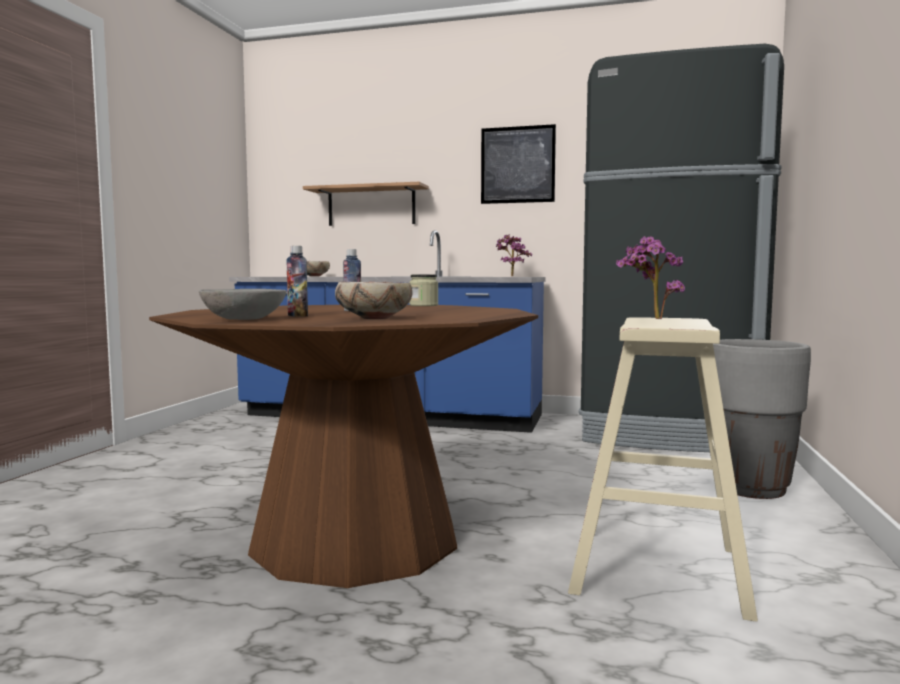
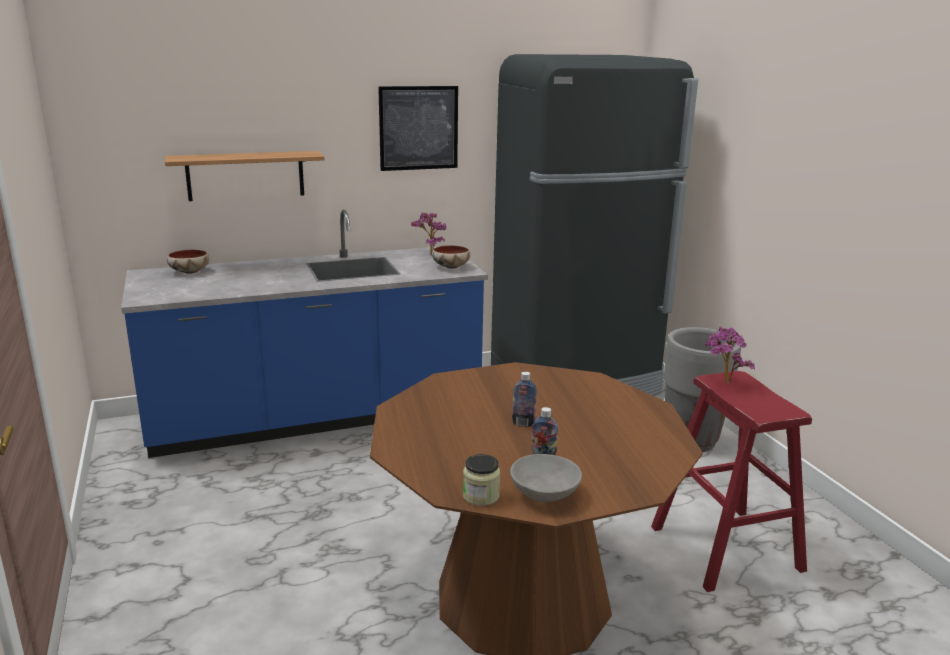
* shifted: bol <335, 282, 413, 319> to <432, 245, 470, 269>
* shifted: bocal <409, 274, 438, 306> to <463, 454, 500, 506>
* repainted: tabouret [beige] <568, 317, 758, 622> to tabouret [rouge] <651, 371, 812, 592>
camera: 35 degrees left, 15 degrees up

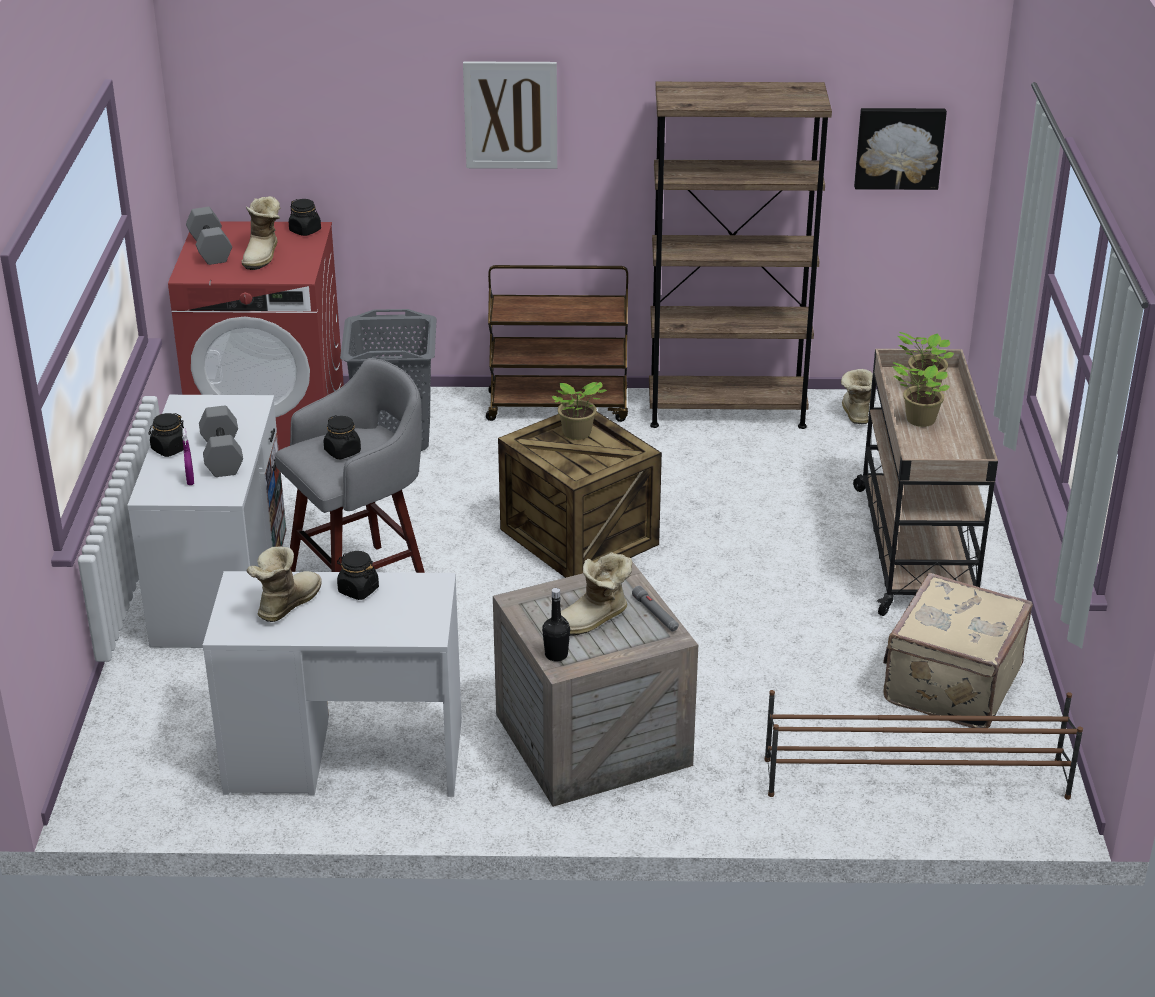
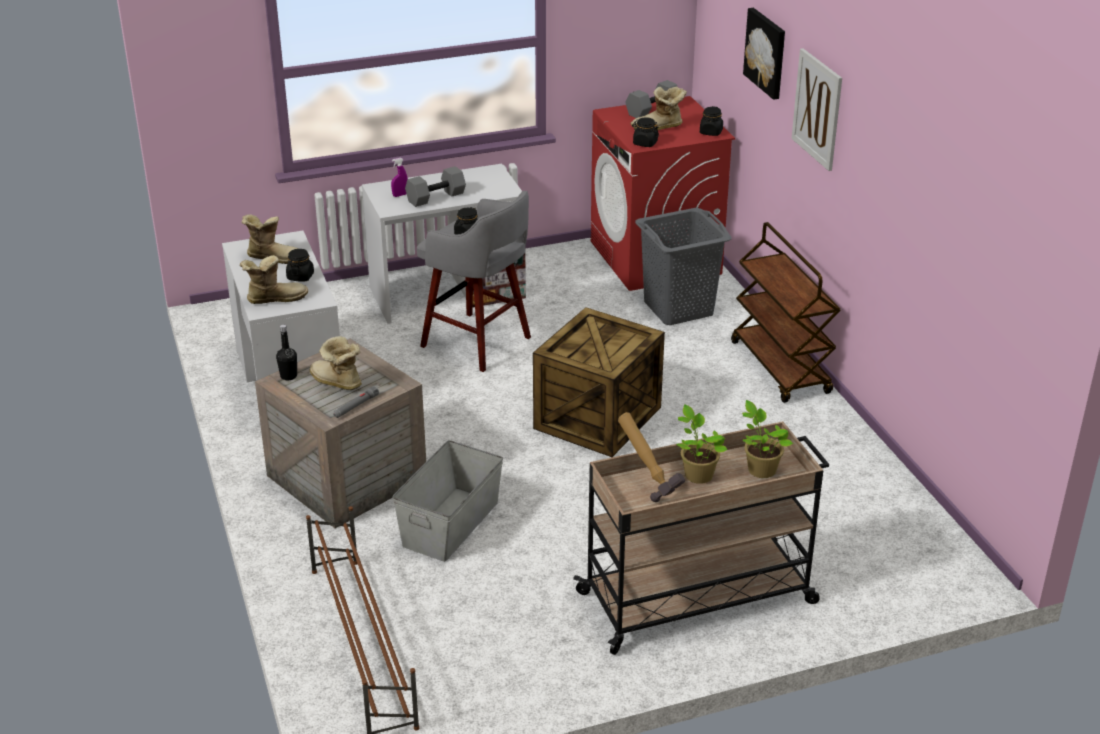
* shifted: bocal [noir] <148, 413, 184, 457> to <632, 117, 659, 147>
* gone: plante en pot <552, 382, 607, 440>
* gone: bibliothèque [marron] <649, 82, 832, 429>
* shifted: botte <841, 369, 873, 424> to <240, 255, 308, 304>
* shifted: tableau <854, 108, 947, 190> to <743, 8, 785, 100>
* gone: valise [beige] <883, 573, 1033, 728>
* new: boîte de rangement [gris] <392, 440, 503, 562>
* new: marteau <618, 412, 685, 502>
camera: 70 degrees right, 0 degrees up

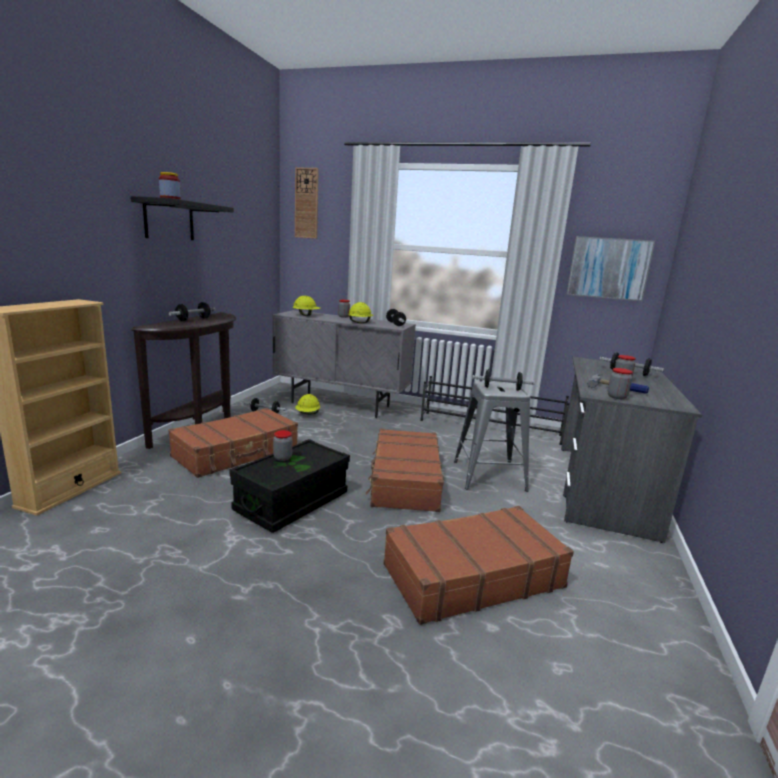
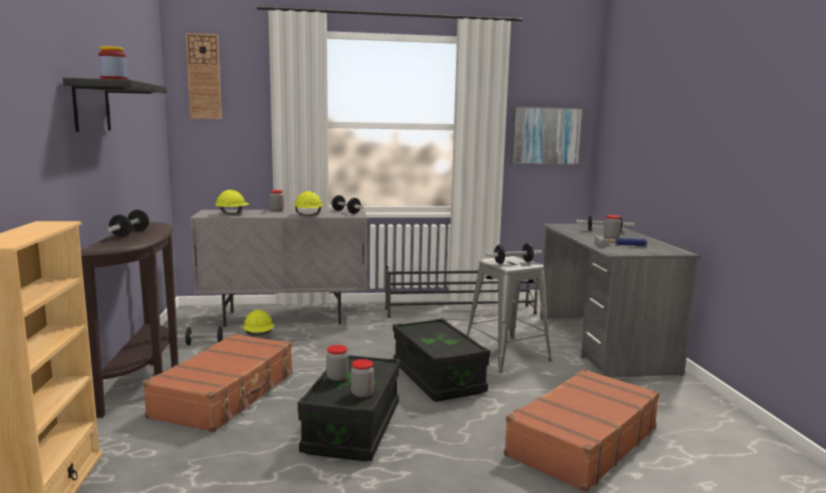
* swapped: valise [marron] <366, 429, 444, 512> to boîte de rangement [noir] <393, 318, 490, 402>
* shifted: bocal <608, 368, 633, 399> to <351, 359, 374, 398>
camera: 25 degrees left, 5 degrees down

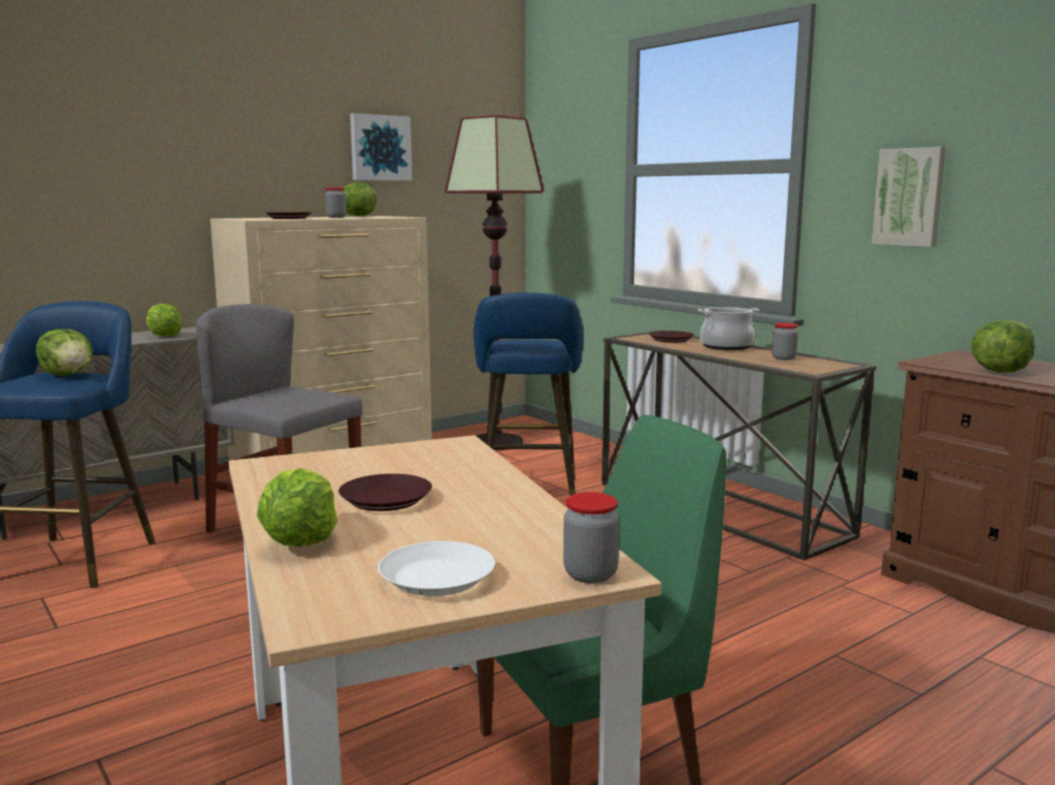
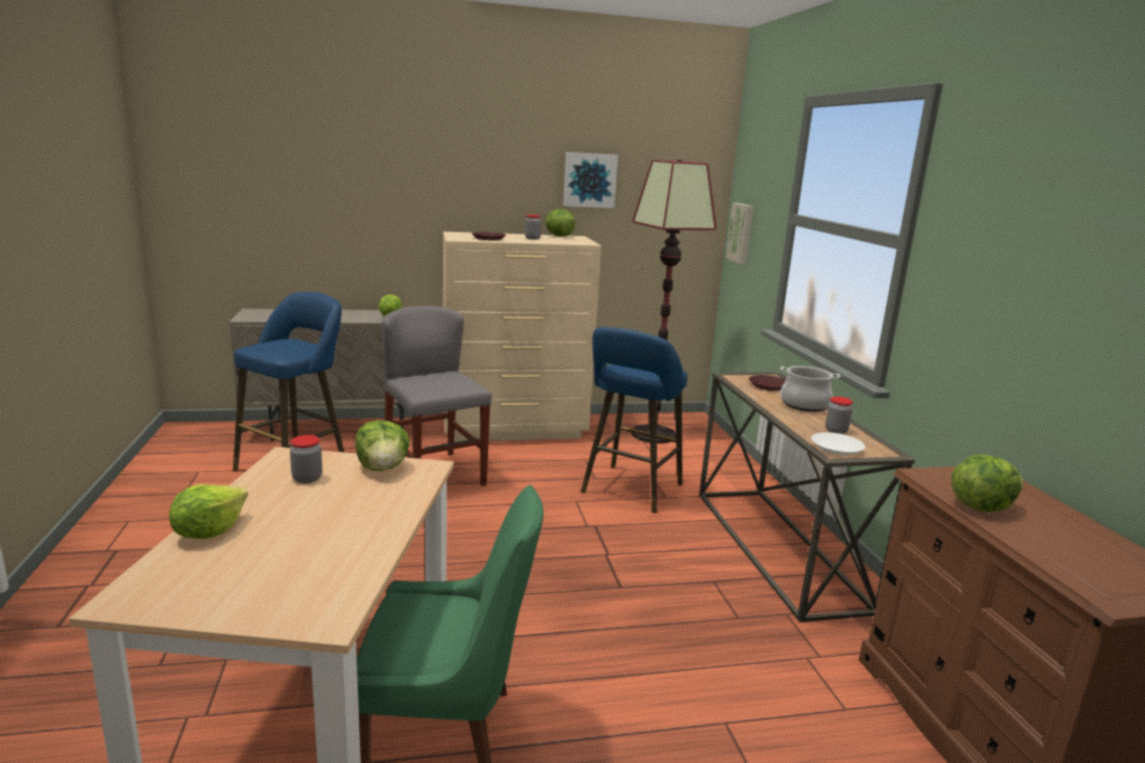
* shifted: laitue <36, 329, 93, 376> to <355, 420, 410, 471>
* gone: assiette [marron] <339, 474, 432, 511>
* shifted: assiette [blanc] <378, 541, 495, 596> to <811, 432, 865, 456>
* shifted: bocal <563, 492, 620, 583> to <290, 435, 322, 483>
* shifted: tableau <871, 147, 946, 247> to <726, 203, 753, 264>
camera: 25 degrees right, 5 degrees up

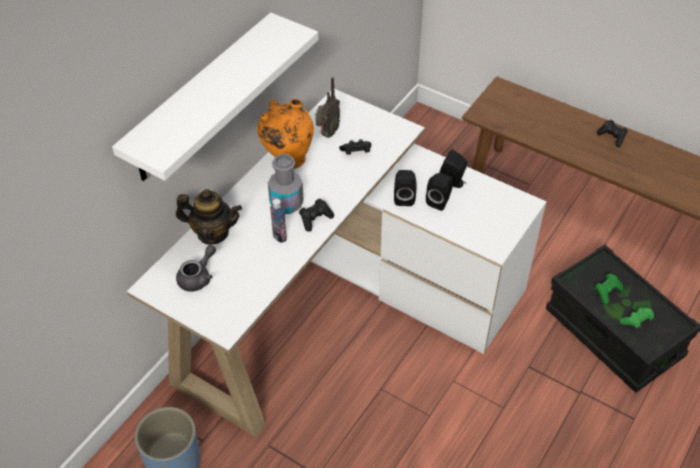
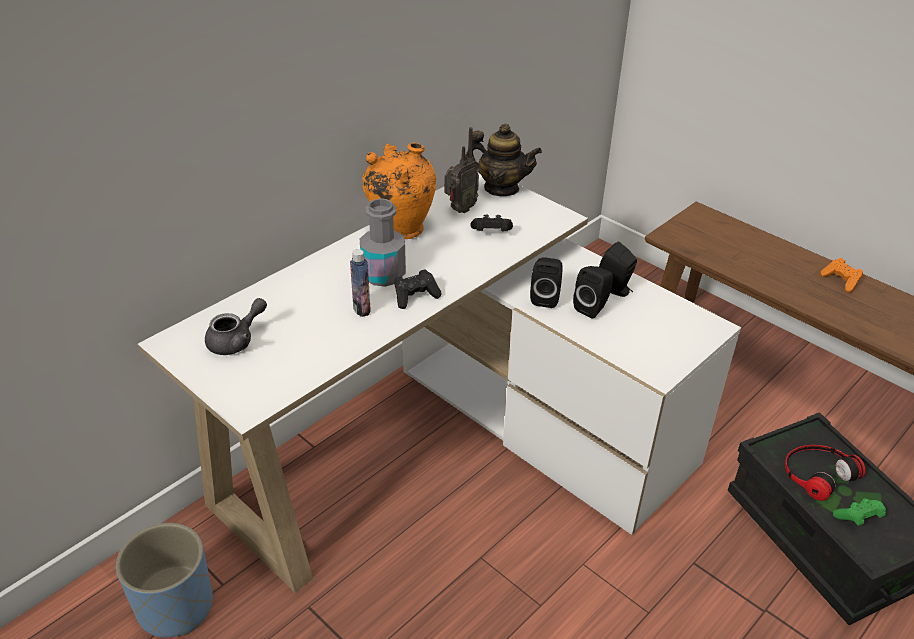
* gone: étagère [blanc] <112, 12, 318, 181>
* shifted: théière <176, 189, 242, 245> to <465, 124, 542, 196>
* swapped: manette [vert] <595, 273, 623, 304> to casque audio <785, 445, 866, 501>
* repainted: manette [noir] <597, 120, 628, 147> to manette [orange] <821, 258, 863, 293>
camera: 10 degrees right, 10 degrees down

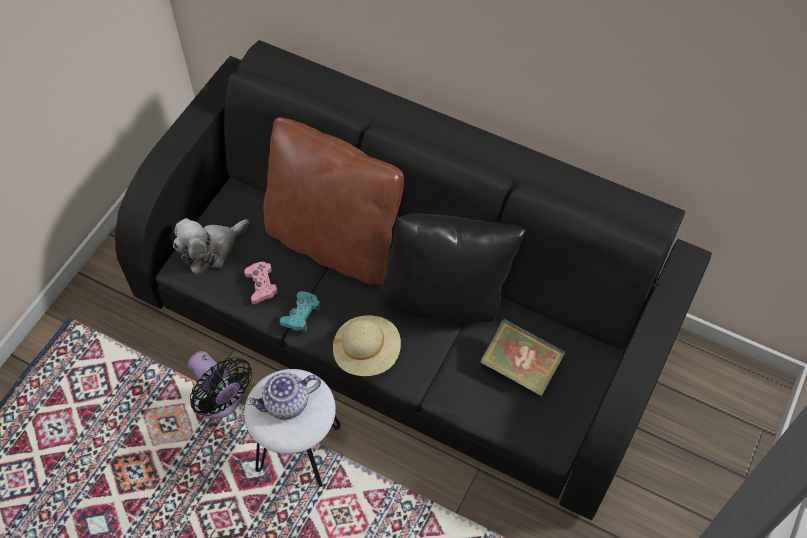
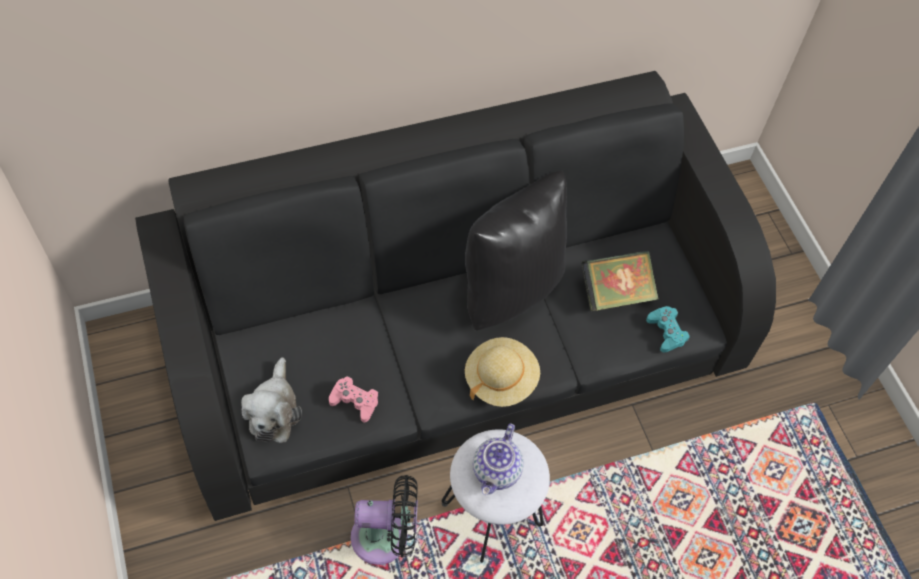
* gone: coussin [marron] <263, 117, 404, 285>
* shifted: manette [turquoise] <280, 291, 321, 332> to <646, 306, 690, 352>
camera: 50 degrees left, 0 degrees up

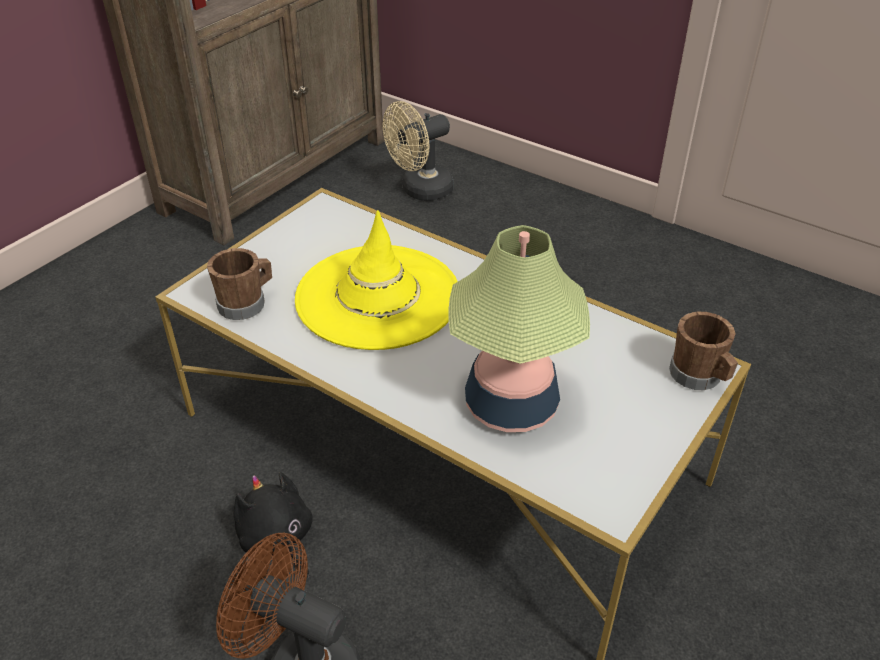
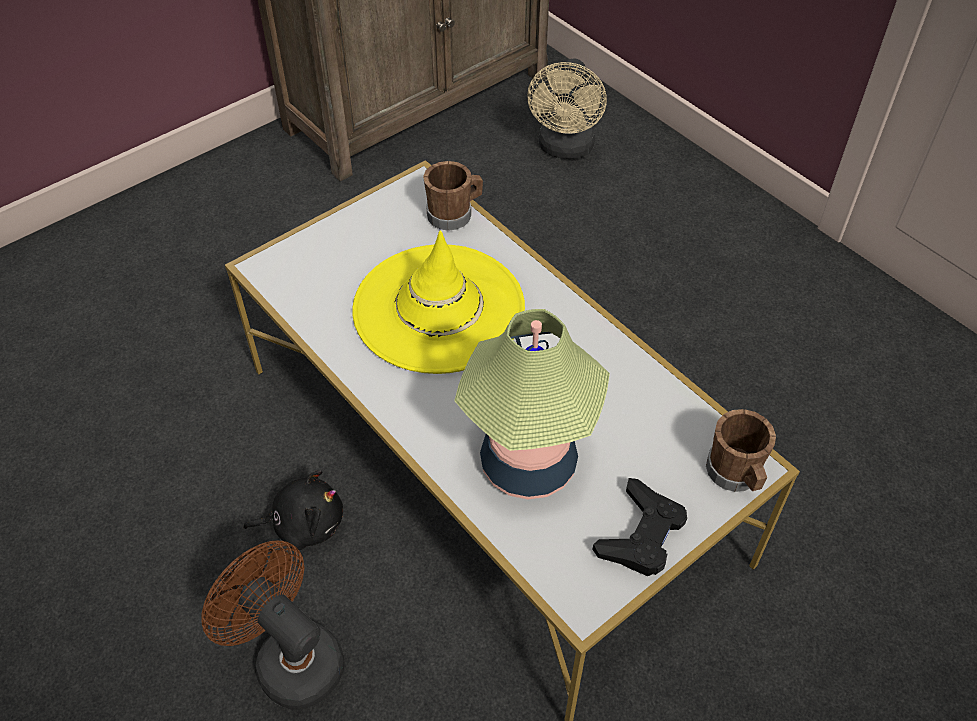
* shifted: mug [marron] <207, 248, 272, 320> to <423, 161, 483, 231>
* rotated: peluche [noir] <234, 472, 313, 578> = <243, 470, 343, 551> 105 degrees clockwise
* rotated: ventilateur [beige] <383, 101, 454, 200> = <527, 59, 607, 159> 60 degrees counterclockwise
* new: manette [noir] <592, 478, 687, 576>
camera: 15 degrees right, 10 degrees up

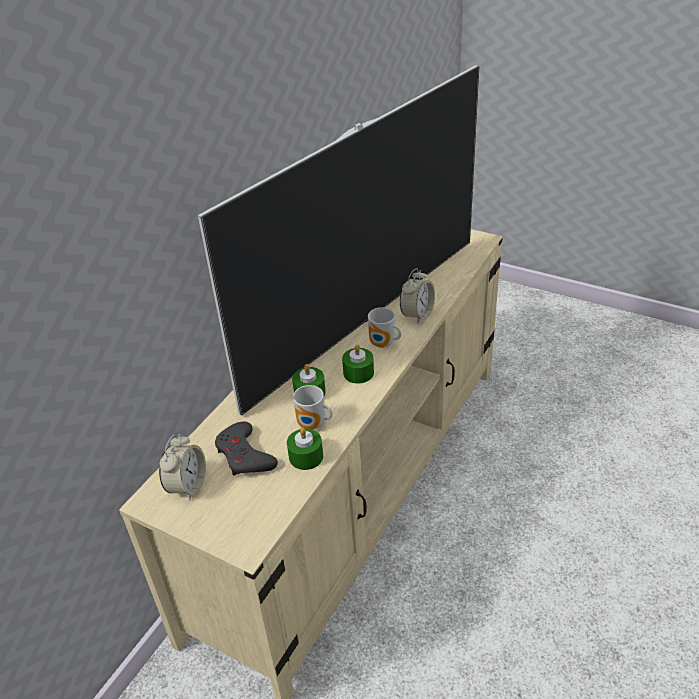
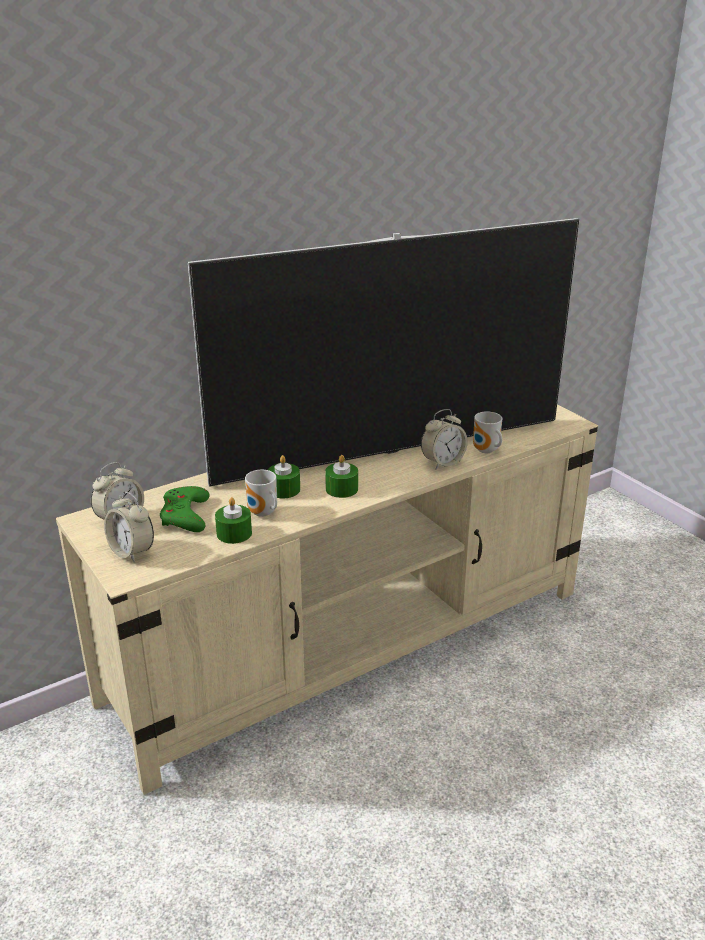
* repainted: manette [gris] <215, 422, 278, 476> to manette [vert] <160, 486, 209, 532>
* shifted: mug <368, 307, 401, 348> to <473, 412, 502, 453>
* new: réveil <104, 492, 154, 562>
camera: 25 degrees right, 10 degrees down

